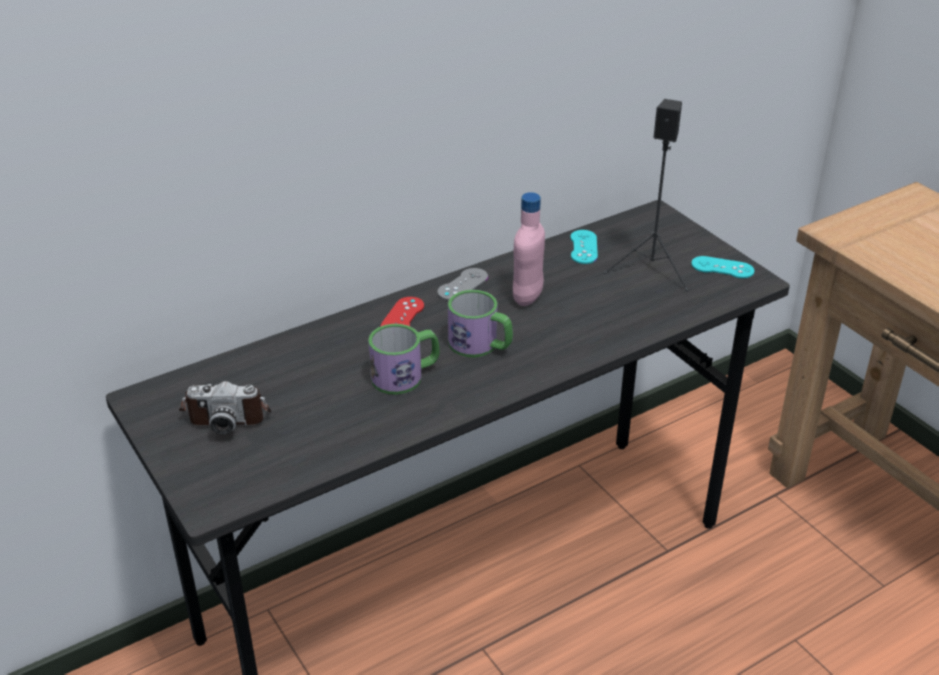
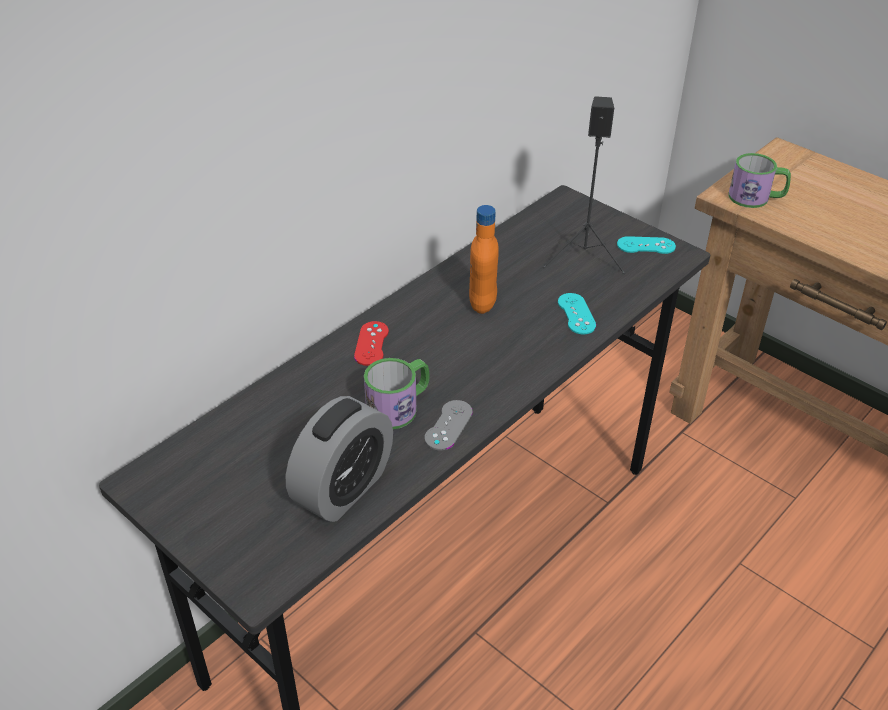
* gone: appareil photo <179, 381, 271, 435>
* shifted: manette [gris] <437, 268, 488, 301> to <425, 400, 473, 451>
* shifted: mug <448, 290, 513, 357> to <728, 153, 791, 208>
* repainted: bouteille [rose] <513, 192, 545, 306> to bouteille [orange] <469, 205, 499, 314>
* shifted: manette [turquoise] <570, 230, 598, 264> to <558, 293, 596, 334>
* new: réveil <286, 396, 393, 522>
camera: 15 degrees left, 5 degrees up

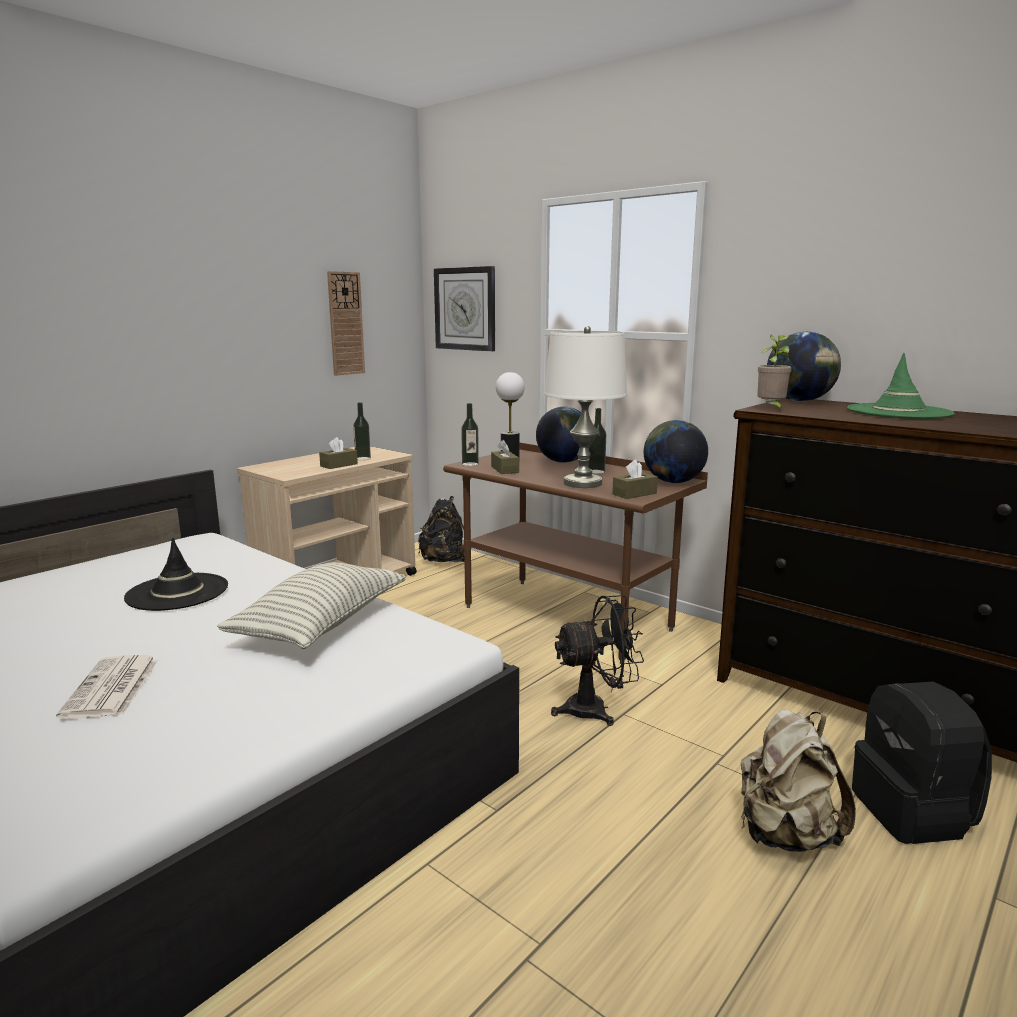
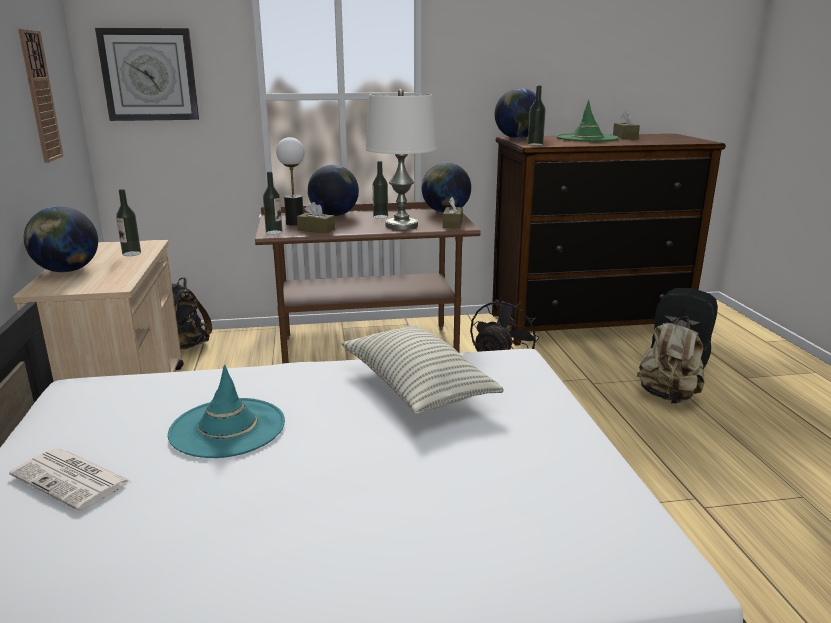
* shifted: journal <56, 655, 158, 719> to <9, 448, 132, 511>
* repainted: chapeau [noir] <124, 538, 228, 611> to chapeau [turquoise] <168, 365, 285, 458>
* shifted: boîte à mouchoirs [marron] <319, 437, 358, 469> to <613, 111, 640, 139>
* swapped: plante en pot <757, 334, 793, 410> to bouteille <528, 86, 546, 146>
* new: globe <24, 206, 98, 272>
camera: 50 degrees left, 5 degrees up

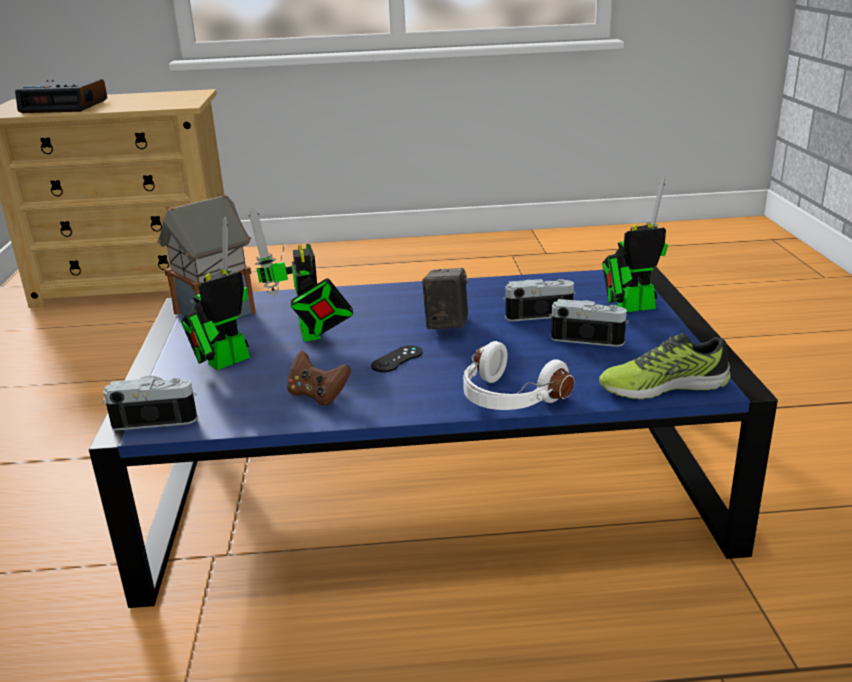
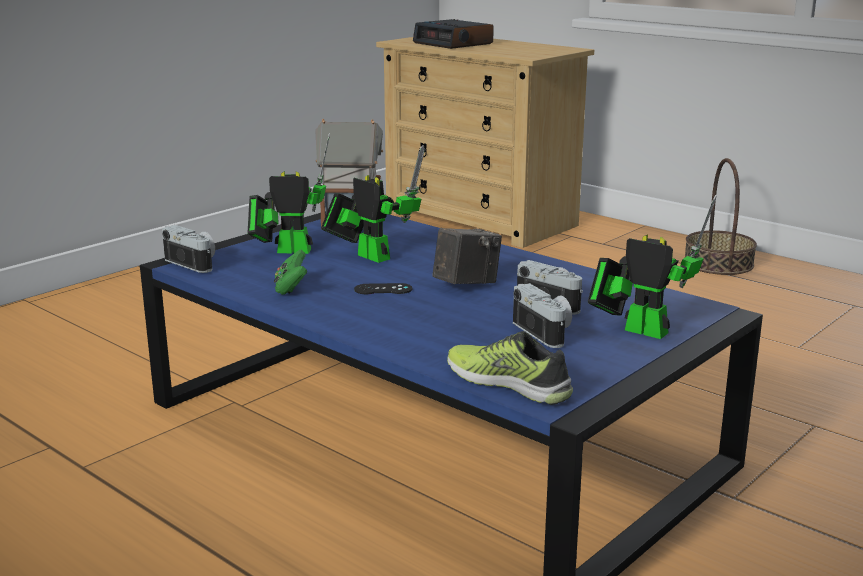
* rotated: robot jouet <249, 207, 353, 342> = <321, 145, 425, 263> 105 degrees clockwise
* repainted: manette [marron] <287, 351, 351, 405> to manette [vert] <274, 250, 307, 295>
* gone: casque audio [blanc] <463, 341, 574, 410>
* new: panier <685, 158, 757, 275>
camera: 45 degrees right, 5 degrees down

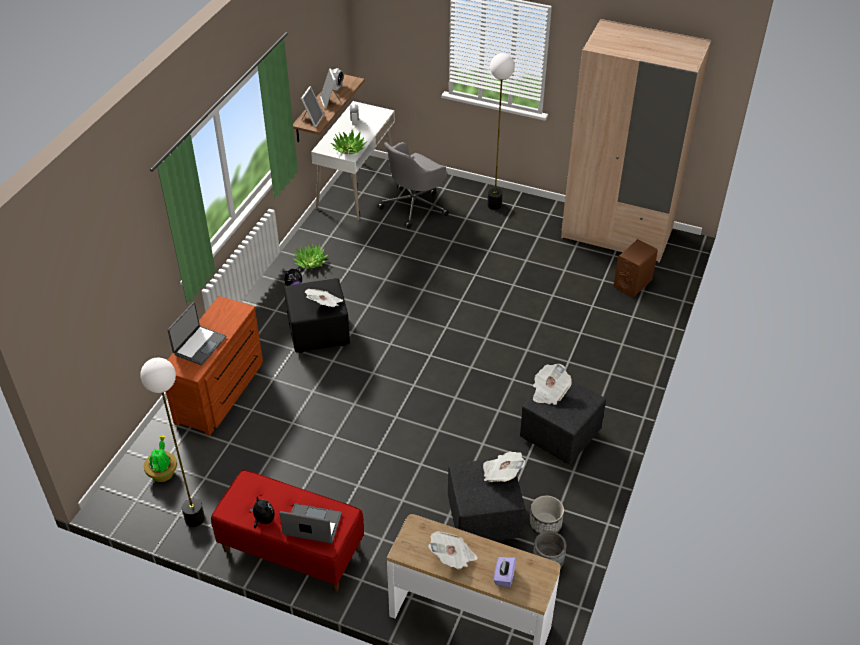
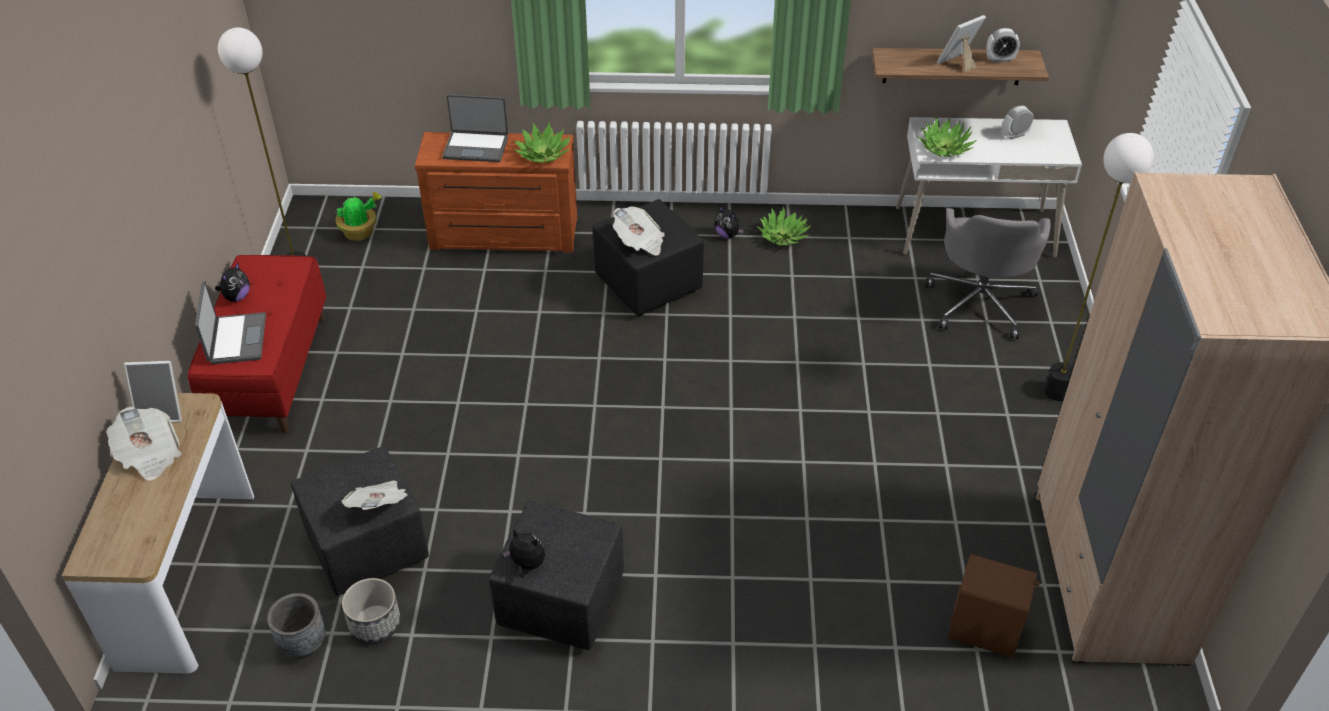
* shifted: cadre photo <301, 86, 324, 127> to <124, 361, 182, 423>
* rotated: chaise de bureau [gris] <377, 142, 449, 229> = <925, 208, 1051, 339> 105 degrees counterclockwise
* gone: boîte à mouchoirs [violet] <494, 557, 516, 587>
* gone: journal <533, 364, 572, 405>
* new: peluche <503, 529, 545, 578>
* new: plante en pot <513, 123, 571, 163>
camera: 70 degrees right, 0 degrees up

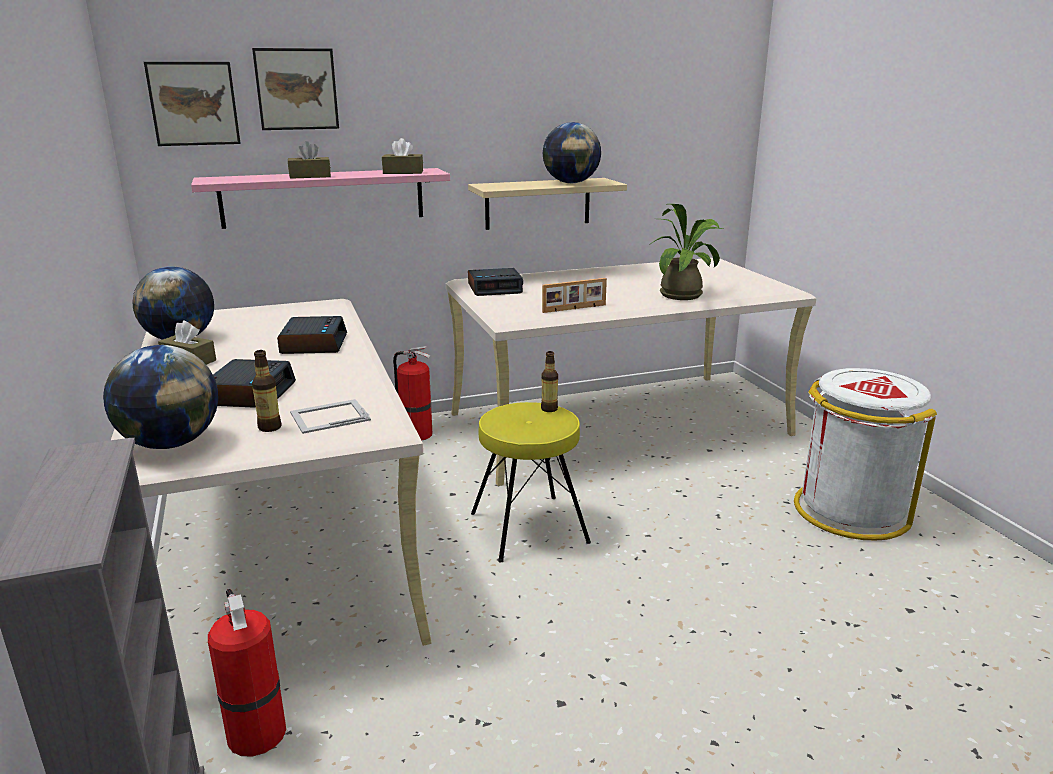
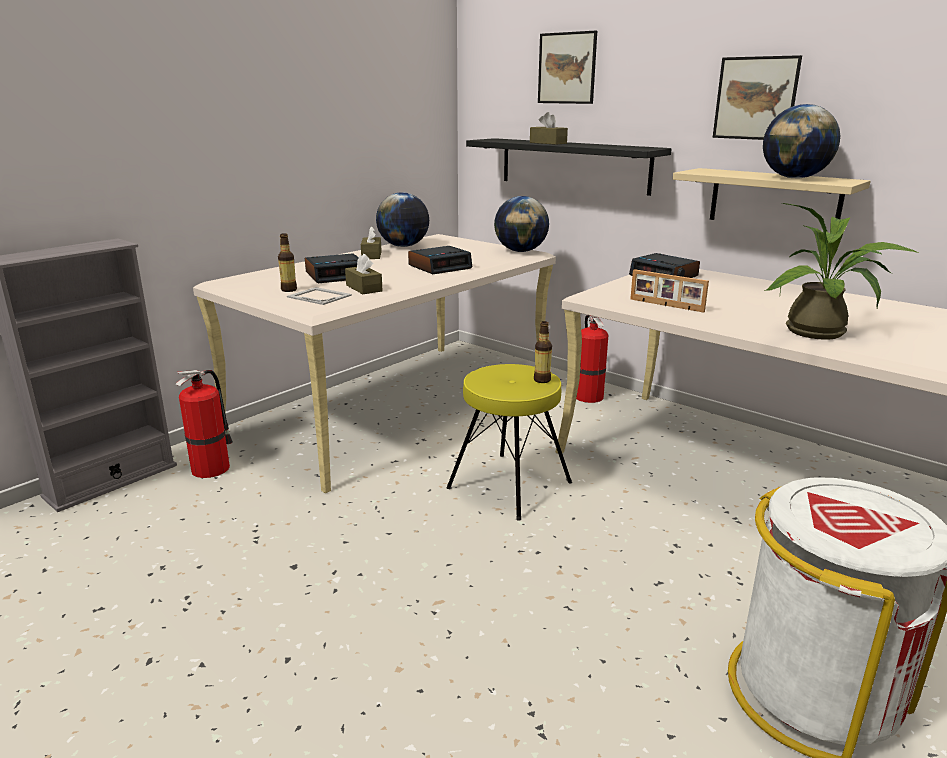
* shifted: globe <103, 345, 218, 449> to <494, 196, 549, 252>
* shifted: tableau <144, 62, 241, 146> to <713, 55, 802, 140>
* repainted: étagère [rose] <191, 168, 450, 229> to étagère [noir] <466, 138, 672, 196>
* shifted: boîte à mouchoirs [marron] <382, 138, 423, 174> to <345, 253, 383, 294>
camera: 60 degrees right, 0 degrees up

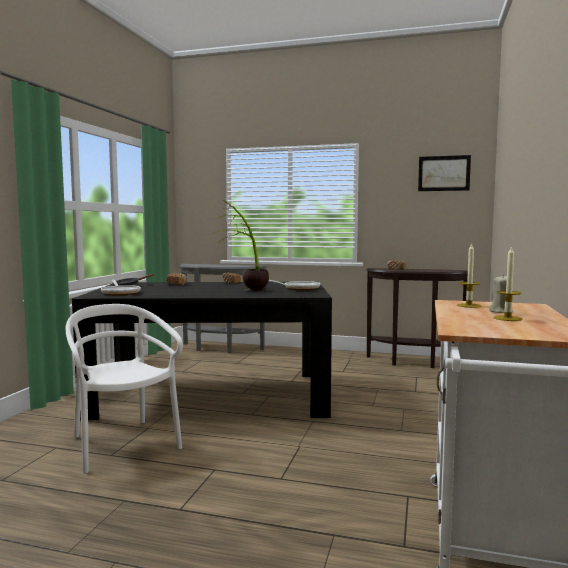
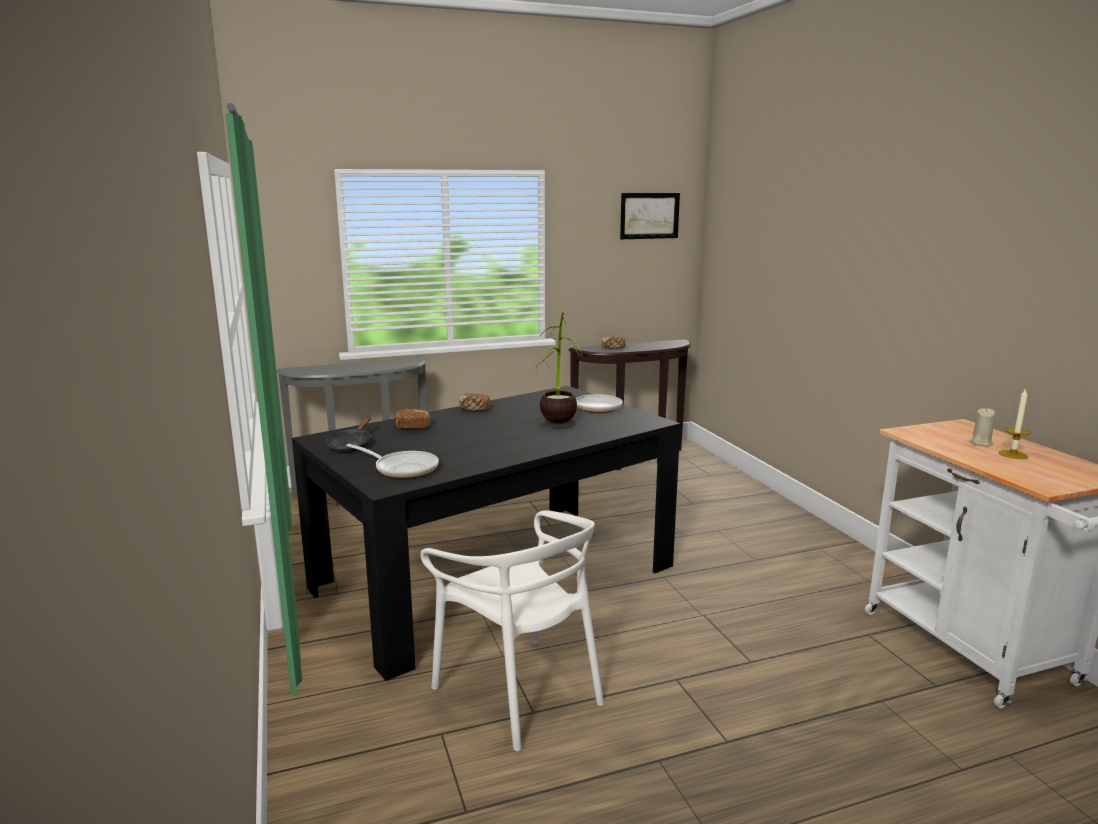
* rotated: chaise [blanc] <66, 304, 183, 473> = <420, 510, 604, 751> 150 degrees counterclockwise
* gone: bougie <457, 244, 481, 308>
camera: 35 degrees left, 10 degrees up

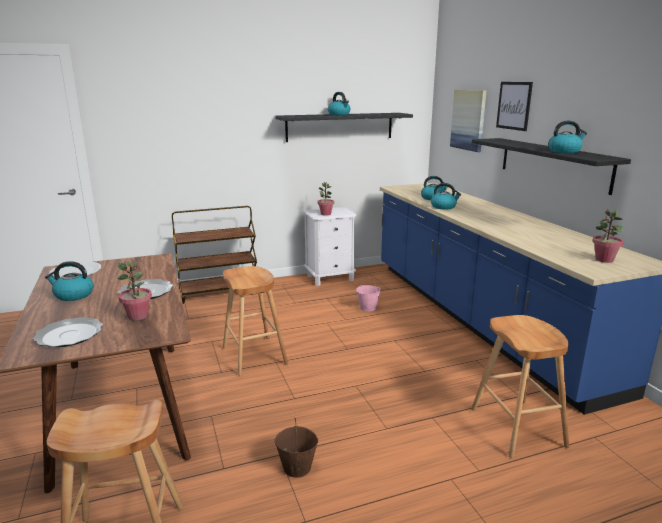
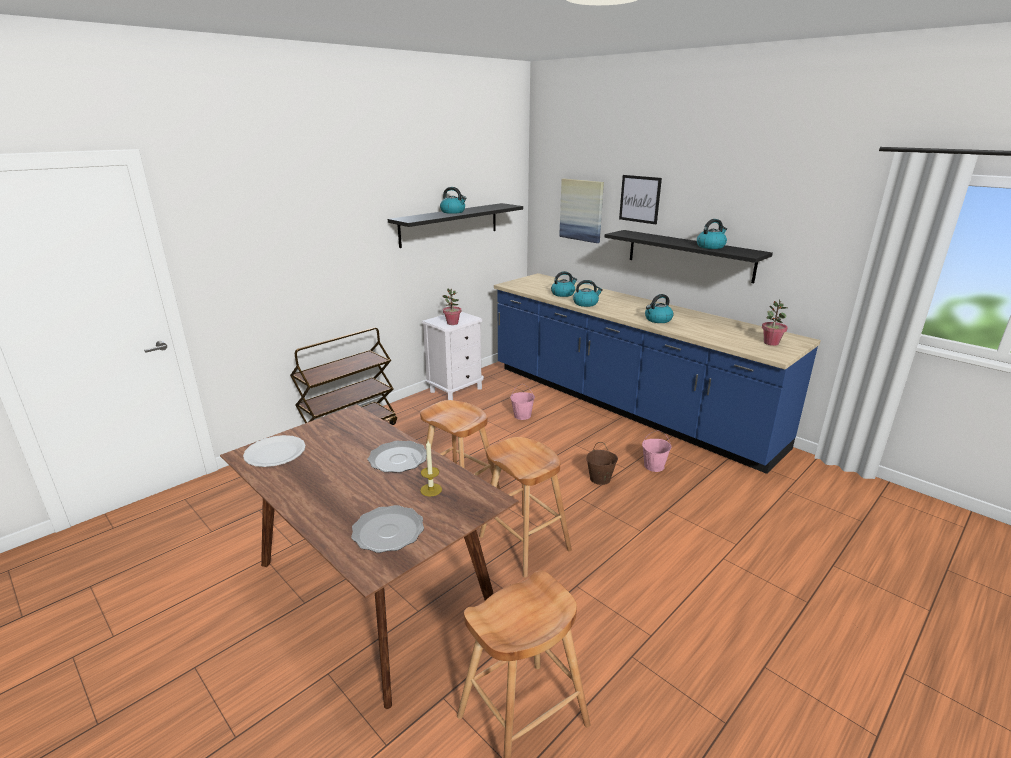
* shifted: bouilloire <45, 261, 93, 301> to <645, 294, 673, 323>
* swapped: plante en pot <117, 261, 152, 320> to bougie <420, 441, 442, 496>
* shifted: seau [marron] <274, 418, 318, 478> to <586, 442, 618, 485>
* shifted: tabouret [marron] <471, 315, 569, 458> to <479, 437, 572, 578>
* new: seau [rose] <642, 430, 671, 472>
camera: 25 degrees left, 5 degrees up

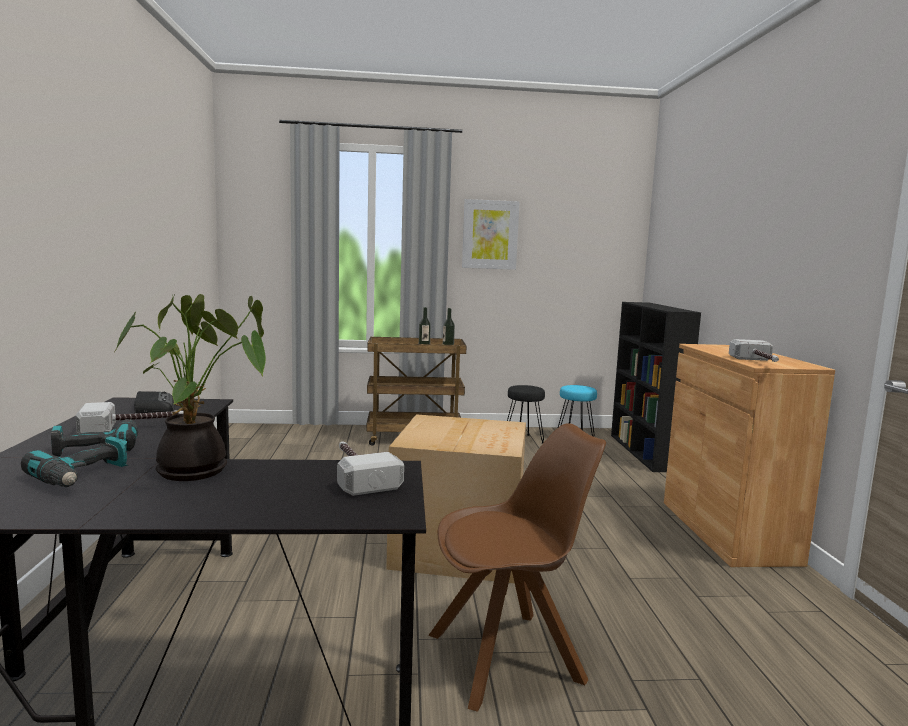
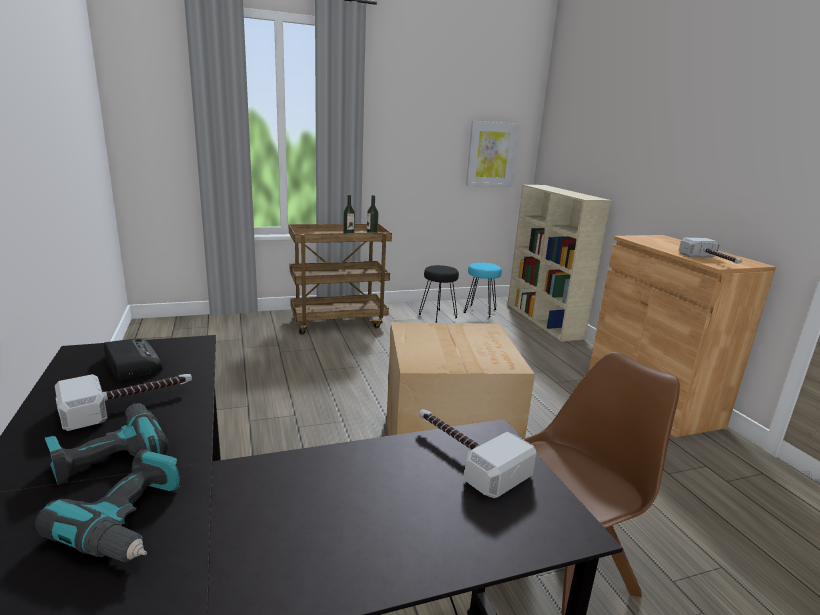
* gone: plante en pot <114, 294, 266, 481>
* shifted: tableau <462, 199, 520, 270> to <466, 121, 519, 187>
* repainted: bibliothèque [noir] <611, 302, 701, 472> to bibliothèque [beige] <508, 185, 611, 342>
camera: 15 degrees left, 10 degrees up

